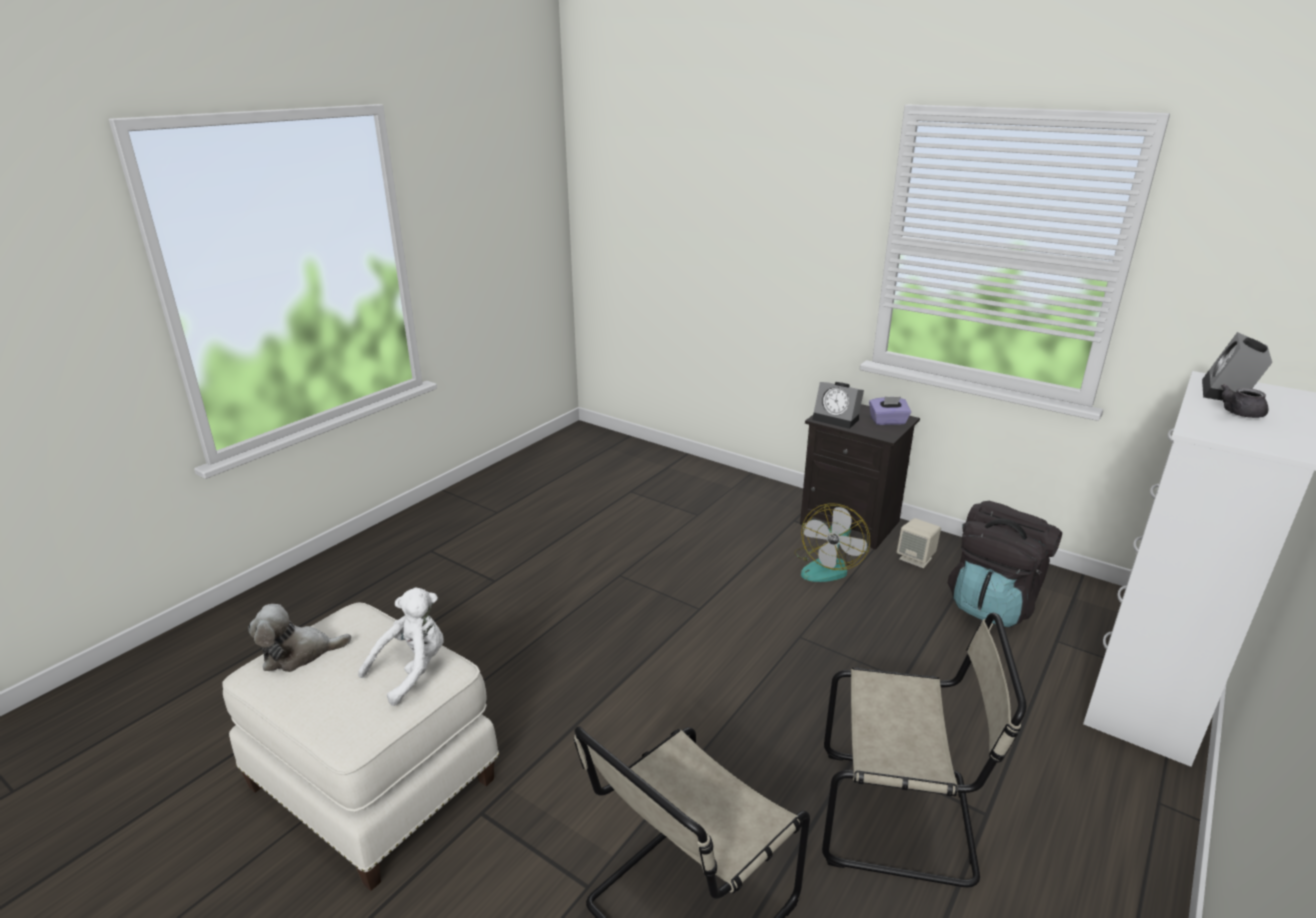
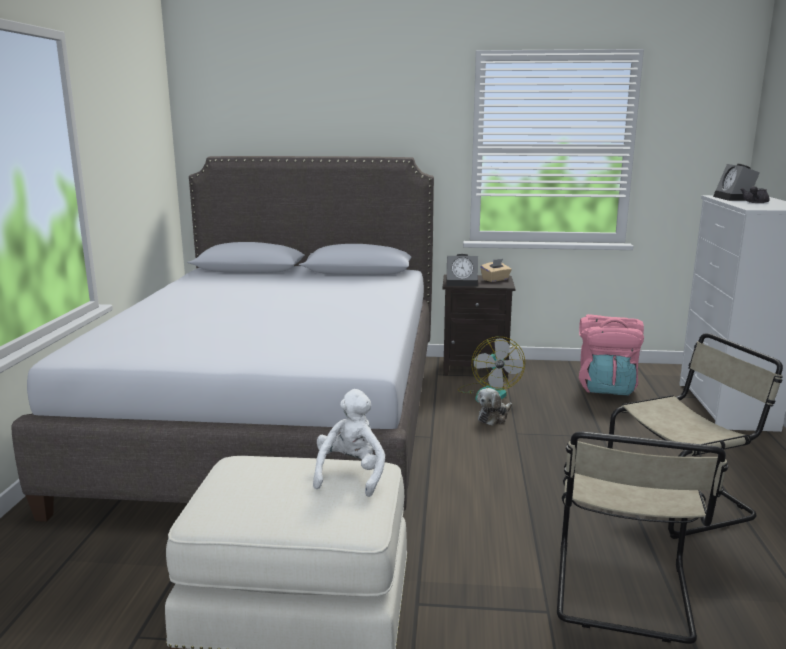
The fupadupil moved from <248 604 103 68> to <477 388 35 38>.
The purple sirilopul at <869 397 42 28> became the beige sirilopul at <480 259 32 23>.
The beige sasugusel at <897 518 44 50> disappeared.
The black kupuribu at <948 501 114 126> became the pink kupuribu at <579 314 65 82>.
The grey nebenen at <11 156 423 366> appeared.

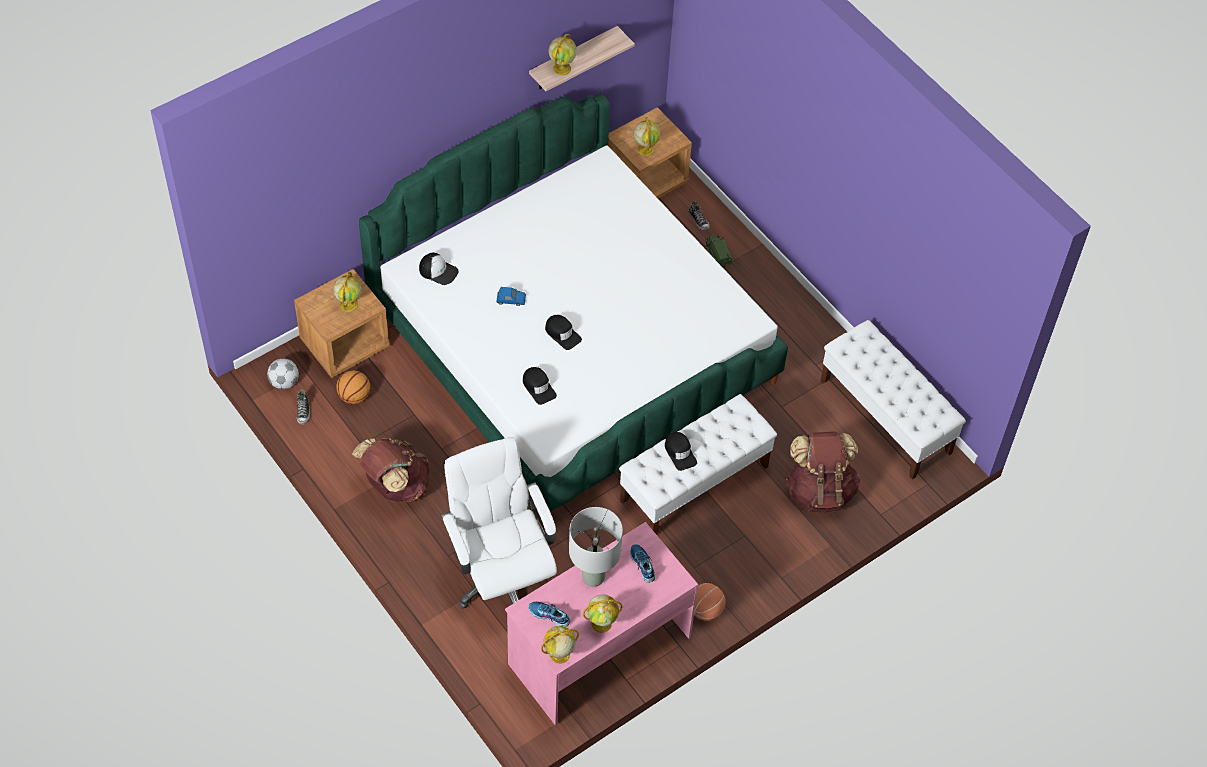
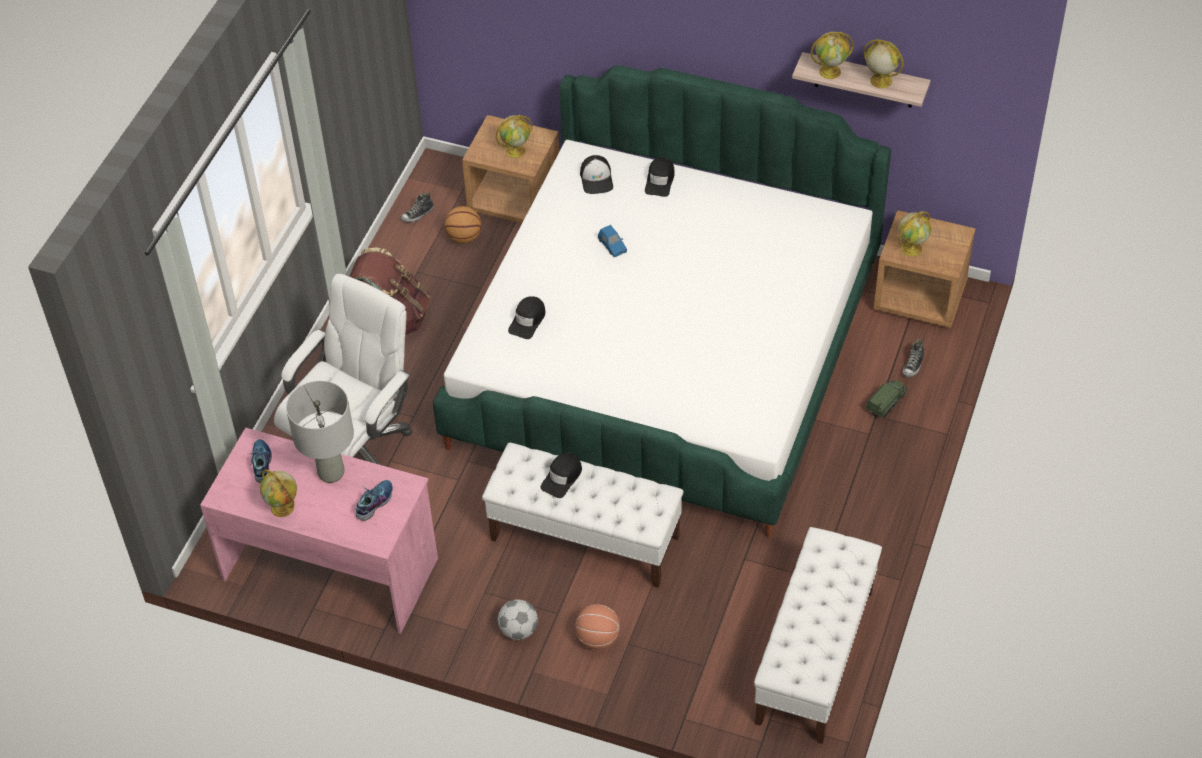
The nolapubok moved from <267 358 32 31> to <498 600 40 40>.
The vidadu moved from <541 626 38 38> to <864 39 40 49>.
The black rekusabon moved from <545 315 37 35> to <645 157 30 40>.
The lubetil moved from <694 583 32 38> to <575 604 45 46>.
The brown kupuribu at <786 431 74 82> disappeared.

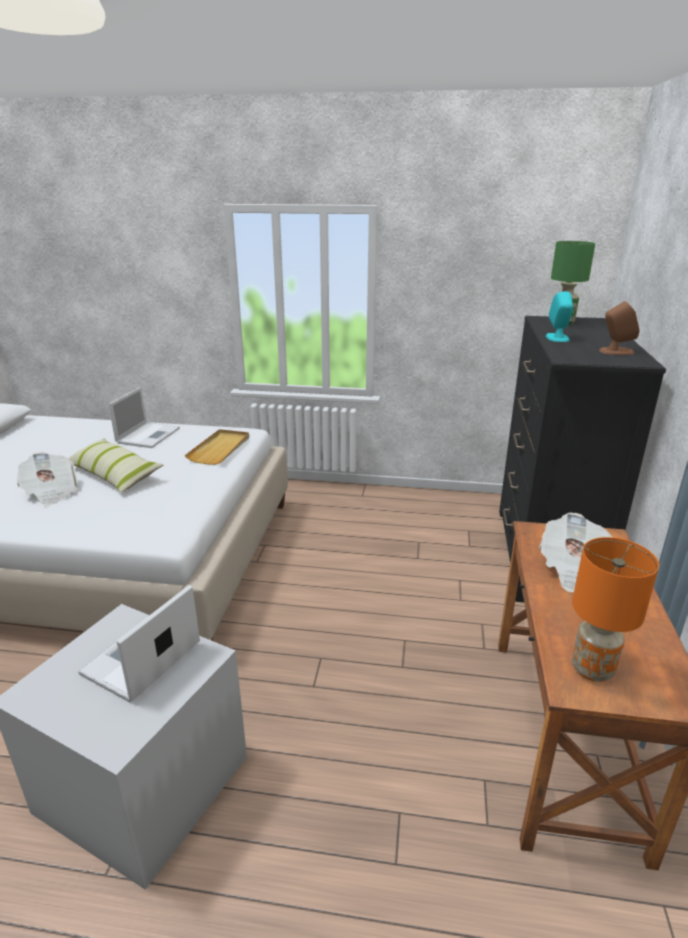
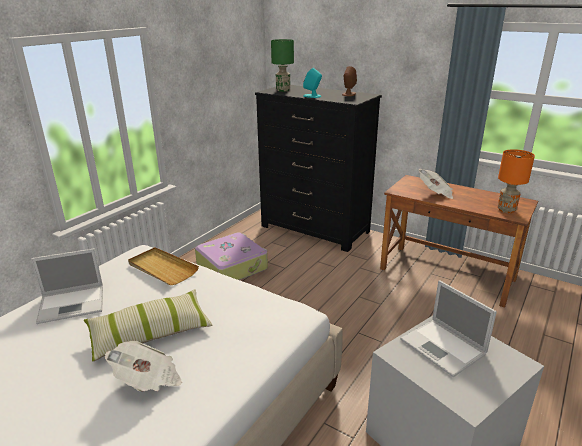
The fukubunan at <108 387 72 61> turned 120 degrees clockwise.
The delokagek at <195 233 73 47> appeared.

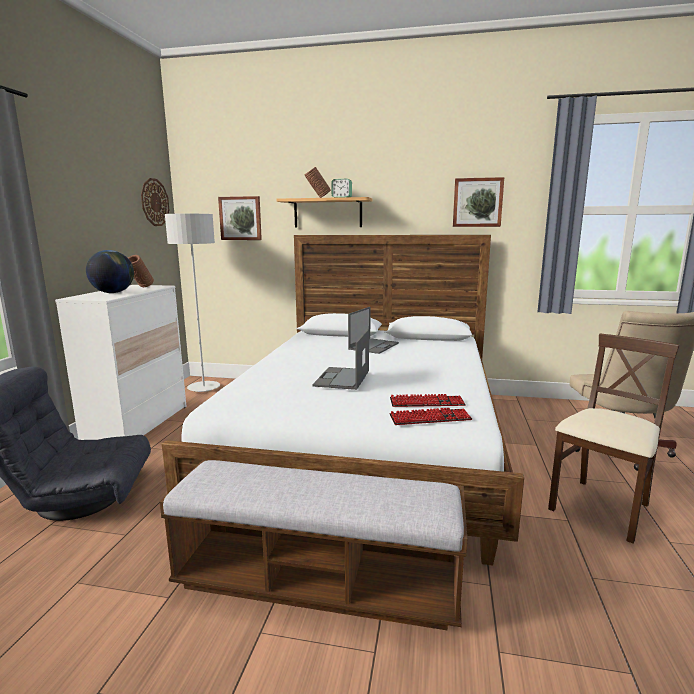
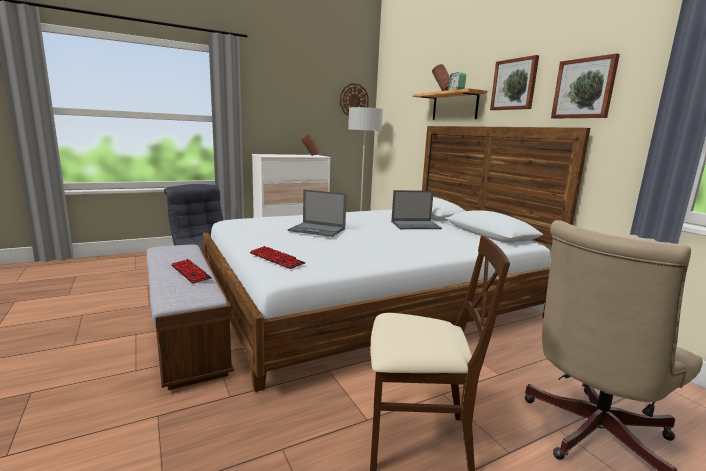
The vidadu at <86 250 48 43> disappeared.
The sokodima moved from <218 196 44 44> to <490 55 49 55>.
The fukubunan at <313 329 56 61> turned 135 degrees counterclockwise.
The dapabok moved from <390 394 76 13> to <171 259 41 25>.

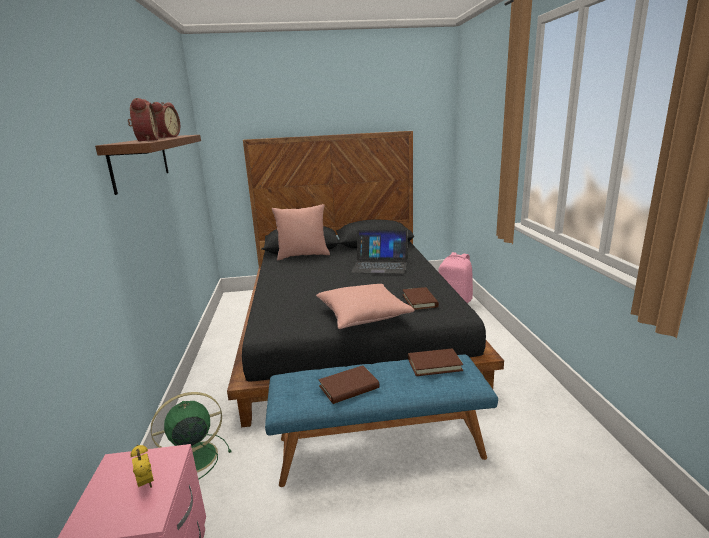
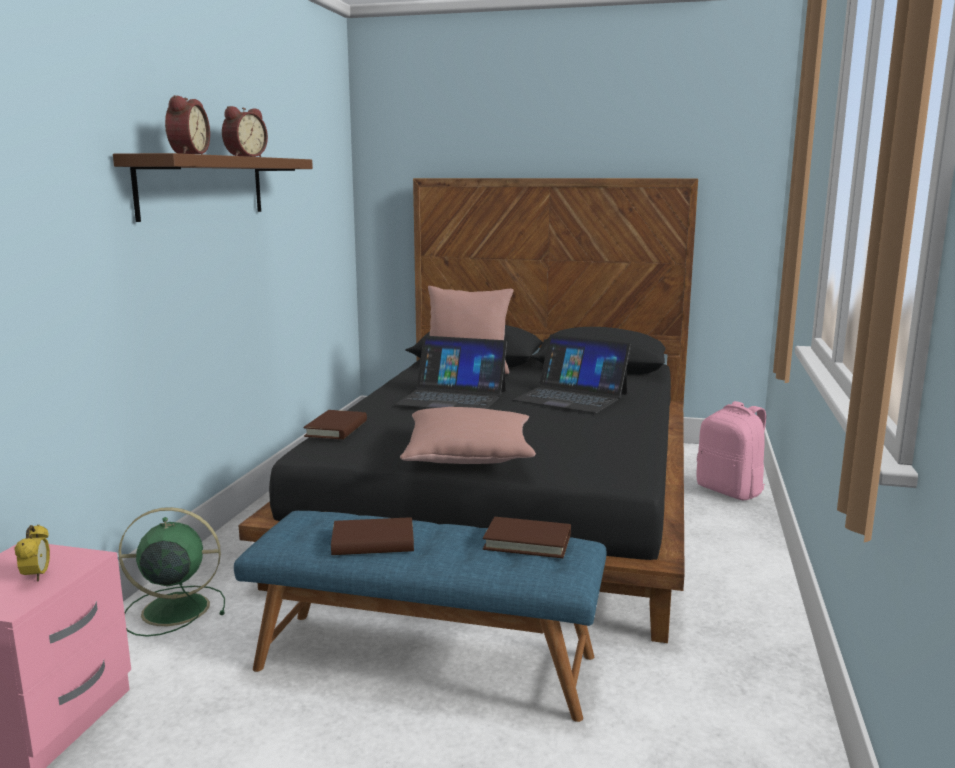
The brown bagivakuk moved from <402 287 37 23> to <303 410 64 29>.
The fukubunan at <395 336 112 73> appeared.

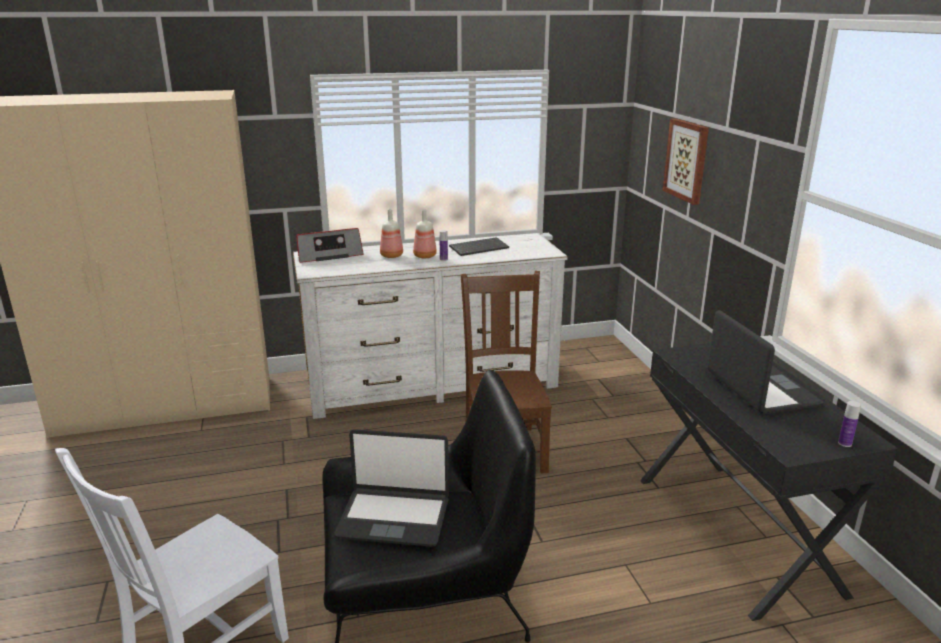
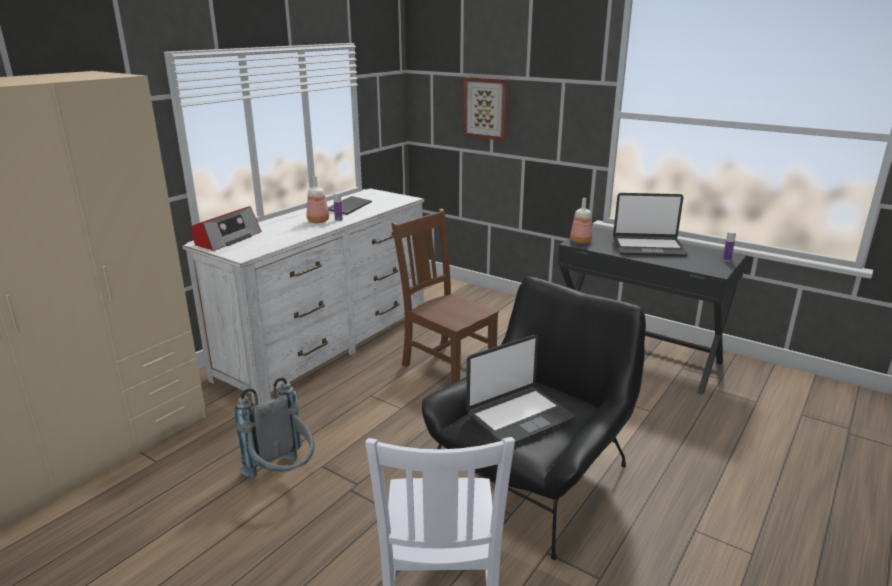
The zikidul moved from <380 209 23 49> to <570 198 22 46>.
The fukubunan at <707 310 116 105> turned 150 degrees clockwise.
The grey kupuribu at <235 378 80 99> appeared.

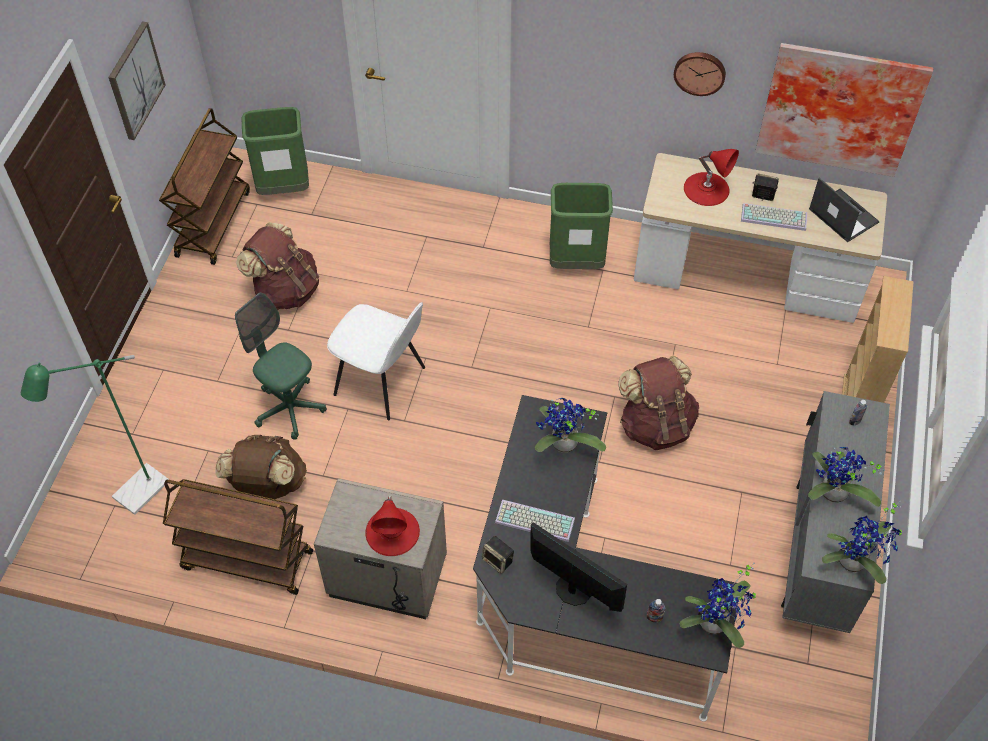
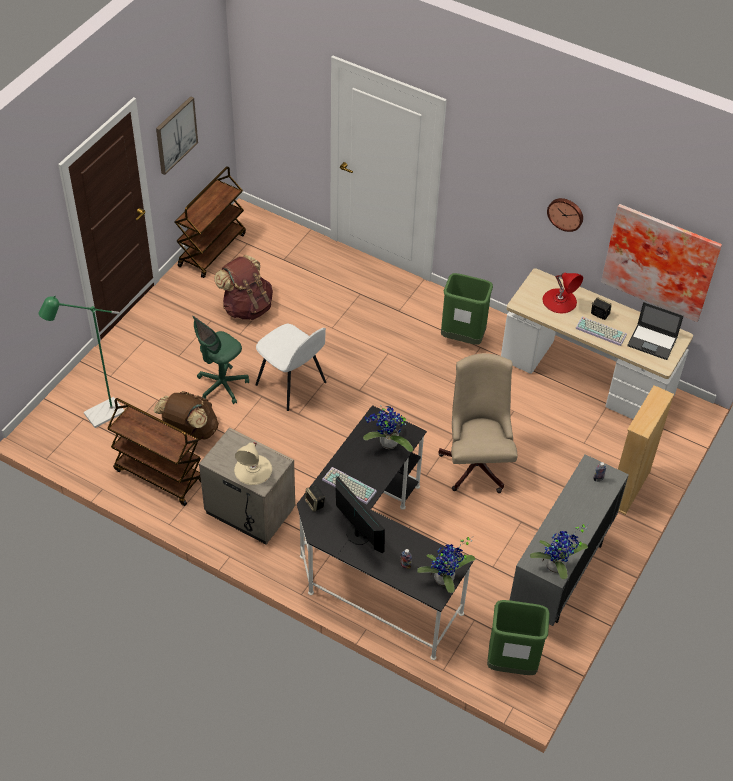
The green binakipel at <235 293 92 147> turned 105 degrees counterclockwise.
The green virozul moved from <241 107 68 88> to <487 600 63 75>.
The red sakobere at <365 496 55 60> became the beige sakobere at <234 442 38 43>.
The brown kupuribu at <618 356 81 94> was replaced by the beige binakipel at <438 353 80 140>.
The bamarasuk at <808 447 77 60> disappeared.
The fukubunan at <809 178 71 64> turned 135 degrees clockwise.

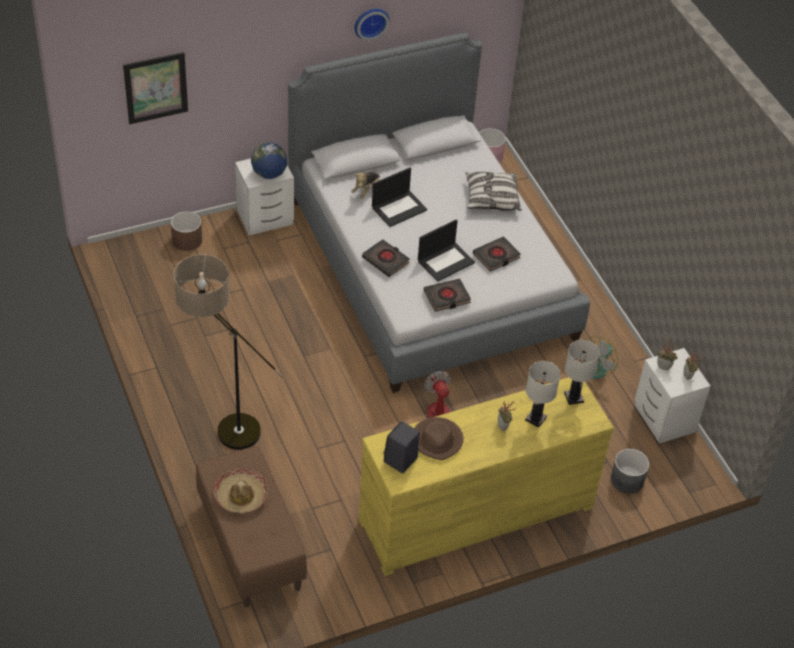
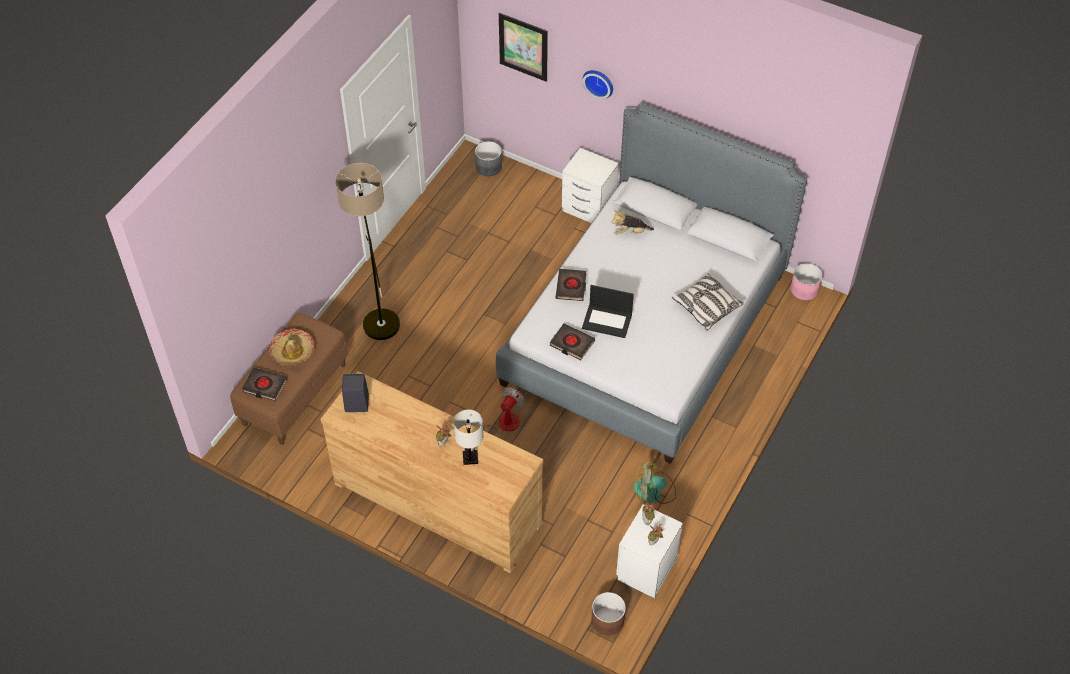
The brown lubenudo moved from <171 211 31 40> to <591 592 35 43>.
The vidadu at <251 142 36 37> disappeared.
The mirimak moved from <355 9 34 31> to <583 70 30 29>.
The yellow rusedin at <359 377 255 199> became the brown rusedin at <320 371 223 202>.
The fukubunan at <372 168 55 59> disappeared.
The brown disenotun at <414 417 49 43> disappeared.
The black bagivakuk moved from <473 236 48 36> to <242 367 45 34>.
The white sakobere at <564 340 35 65> disappeared.
The grey lubenudo moved from <611 449 38 44> to <475 141 27 35>.

